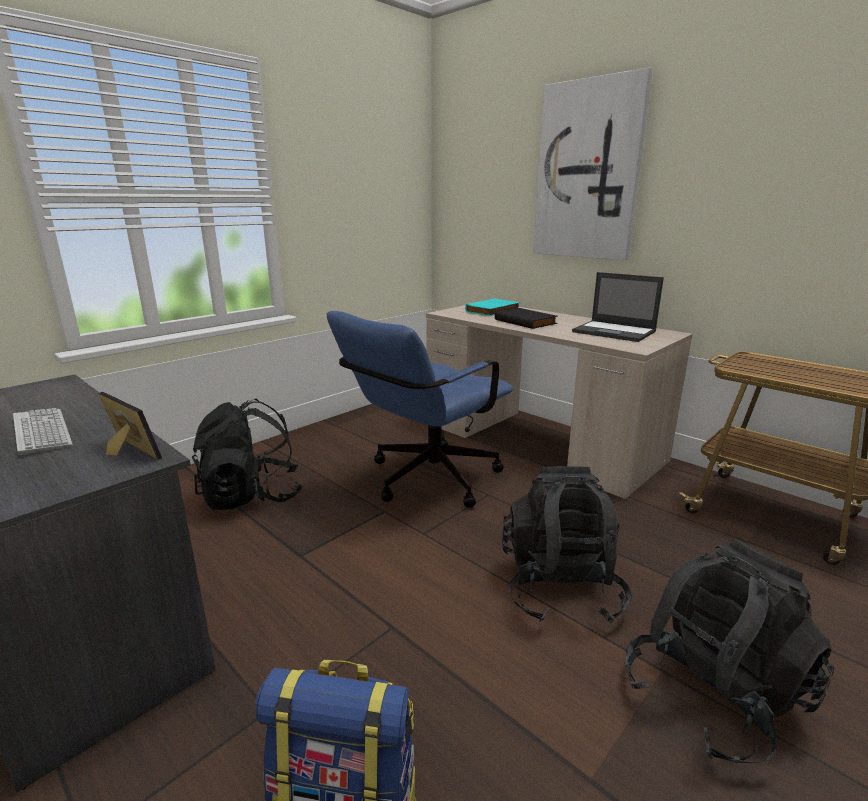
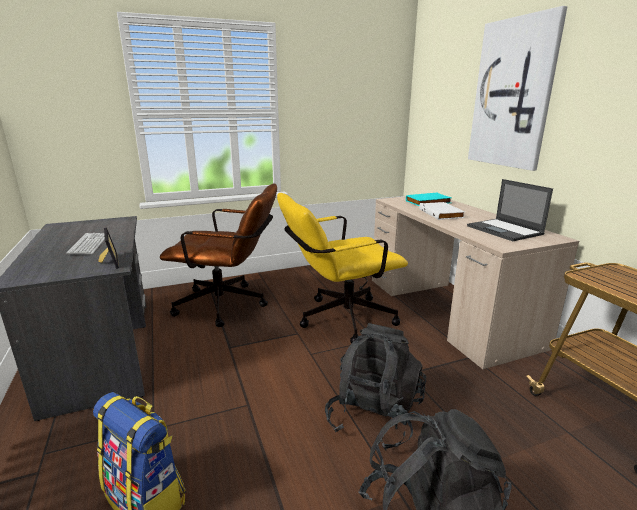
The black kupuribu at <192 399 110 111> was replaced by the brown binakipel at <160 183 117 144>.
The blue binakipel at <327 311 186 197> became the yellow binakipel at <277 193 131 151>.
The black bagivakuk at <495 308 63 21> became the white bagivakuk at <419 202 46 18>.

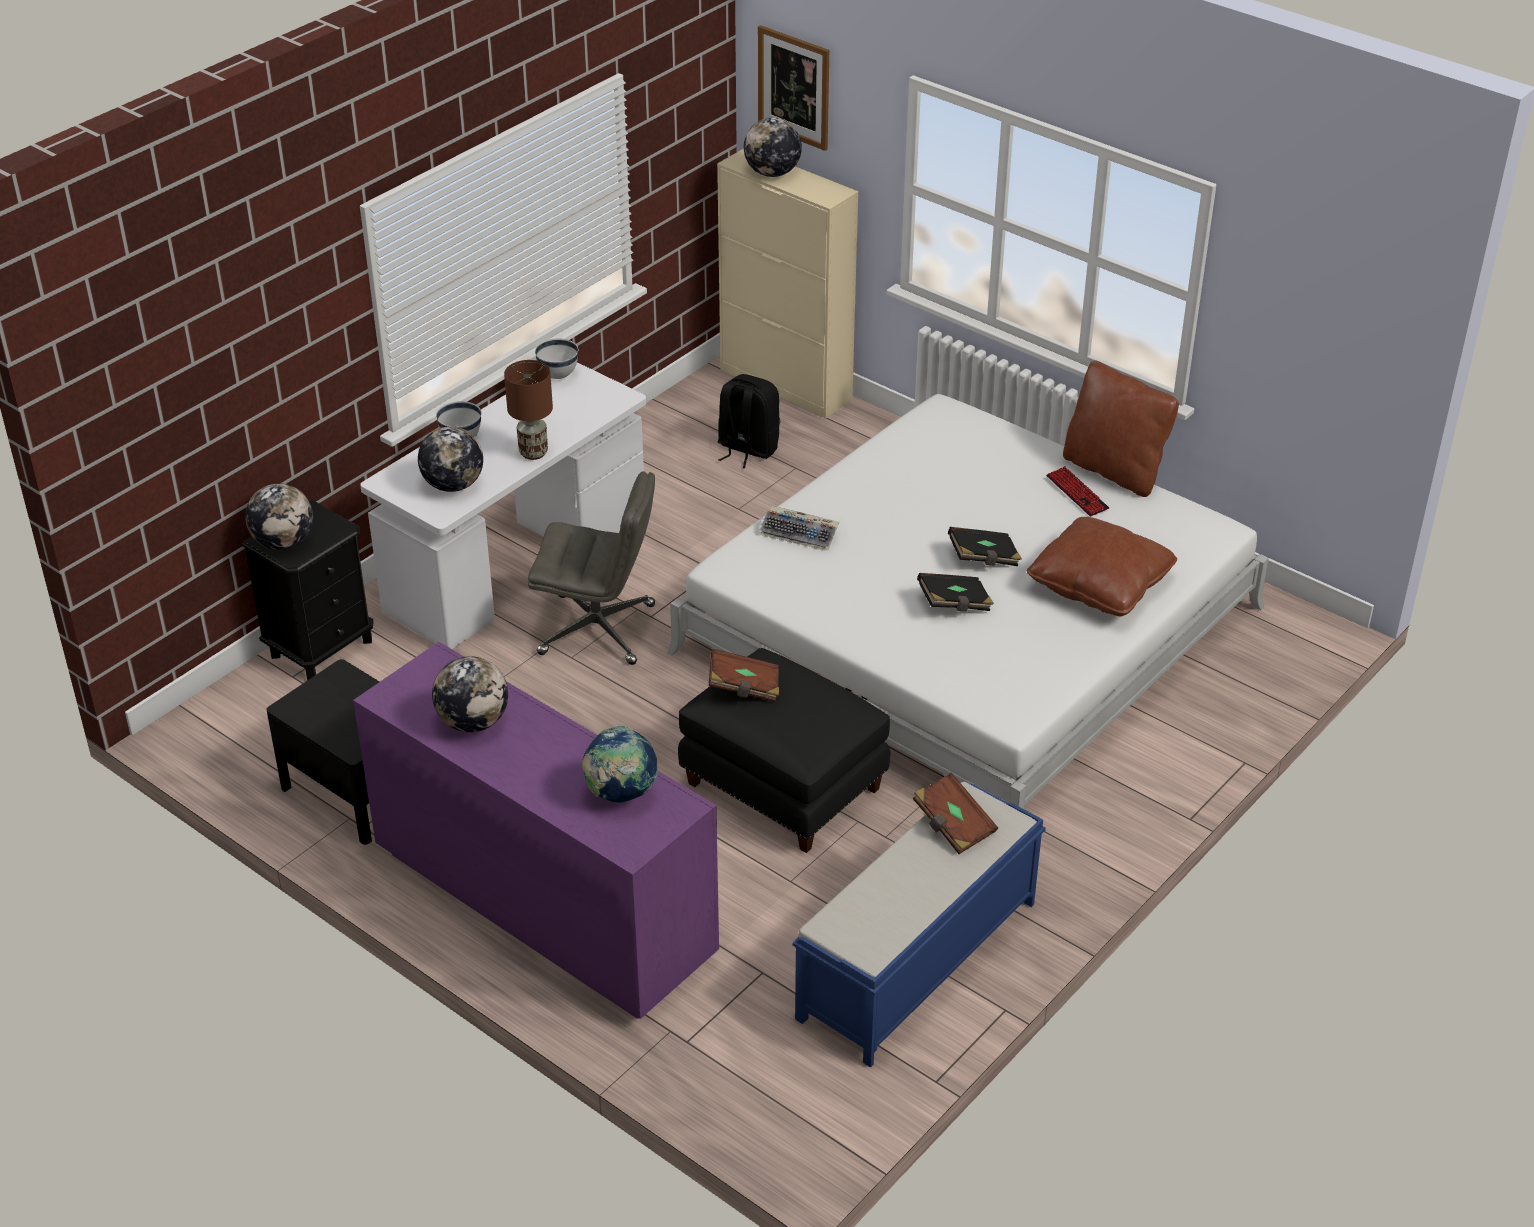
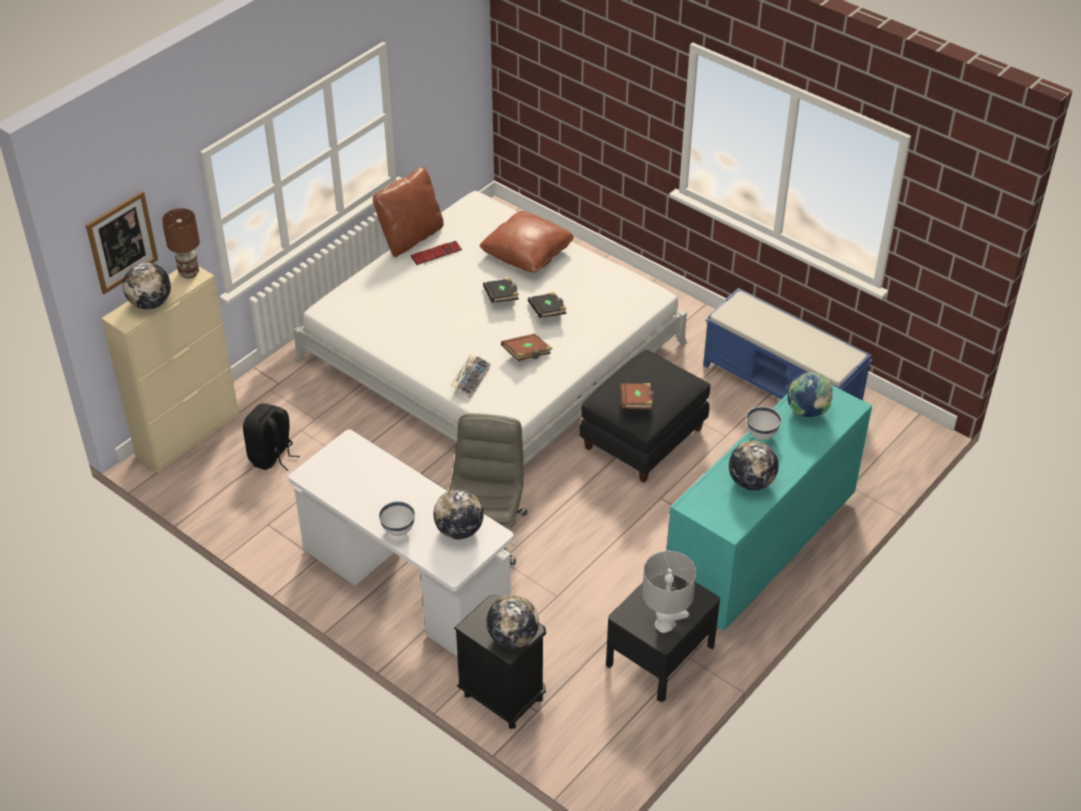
The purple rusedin at <353 642 366 377> became the turquoise rusedin at <666 385 206 246>.
The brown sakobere moved from <504 360 49 100> to <162 208 38 70>.
The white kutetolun moved from <535 338 43 41> to <747 406 34 34>.
The brown bagivakuk moved from <913 773 85 81> to <501 334 52 27>.
The grey sakobere at <642 551 54 82> appeared.

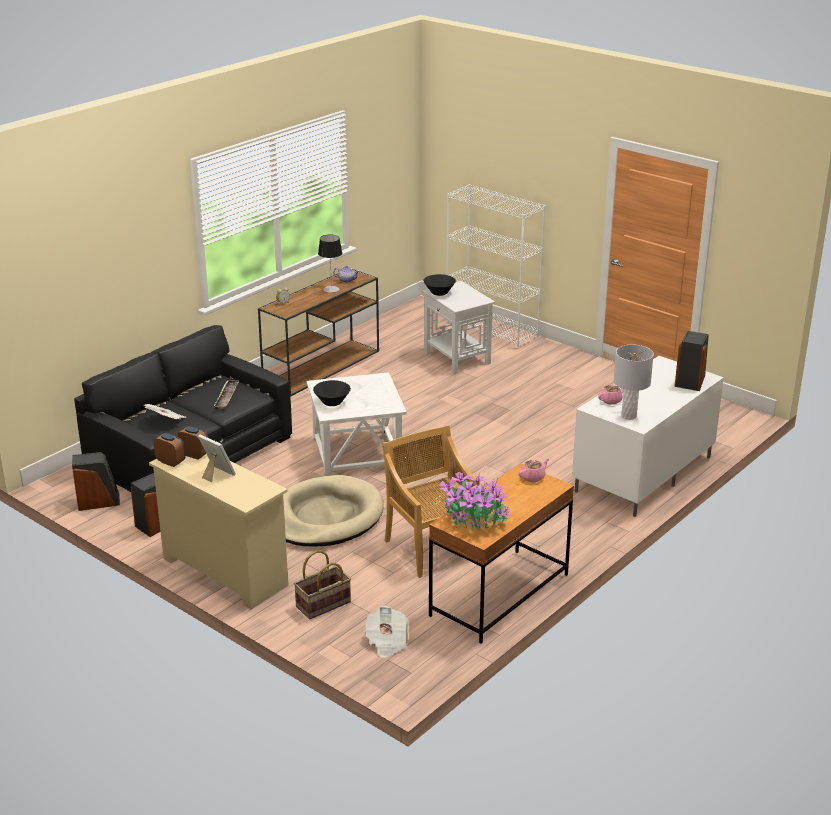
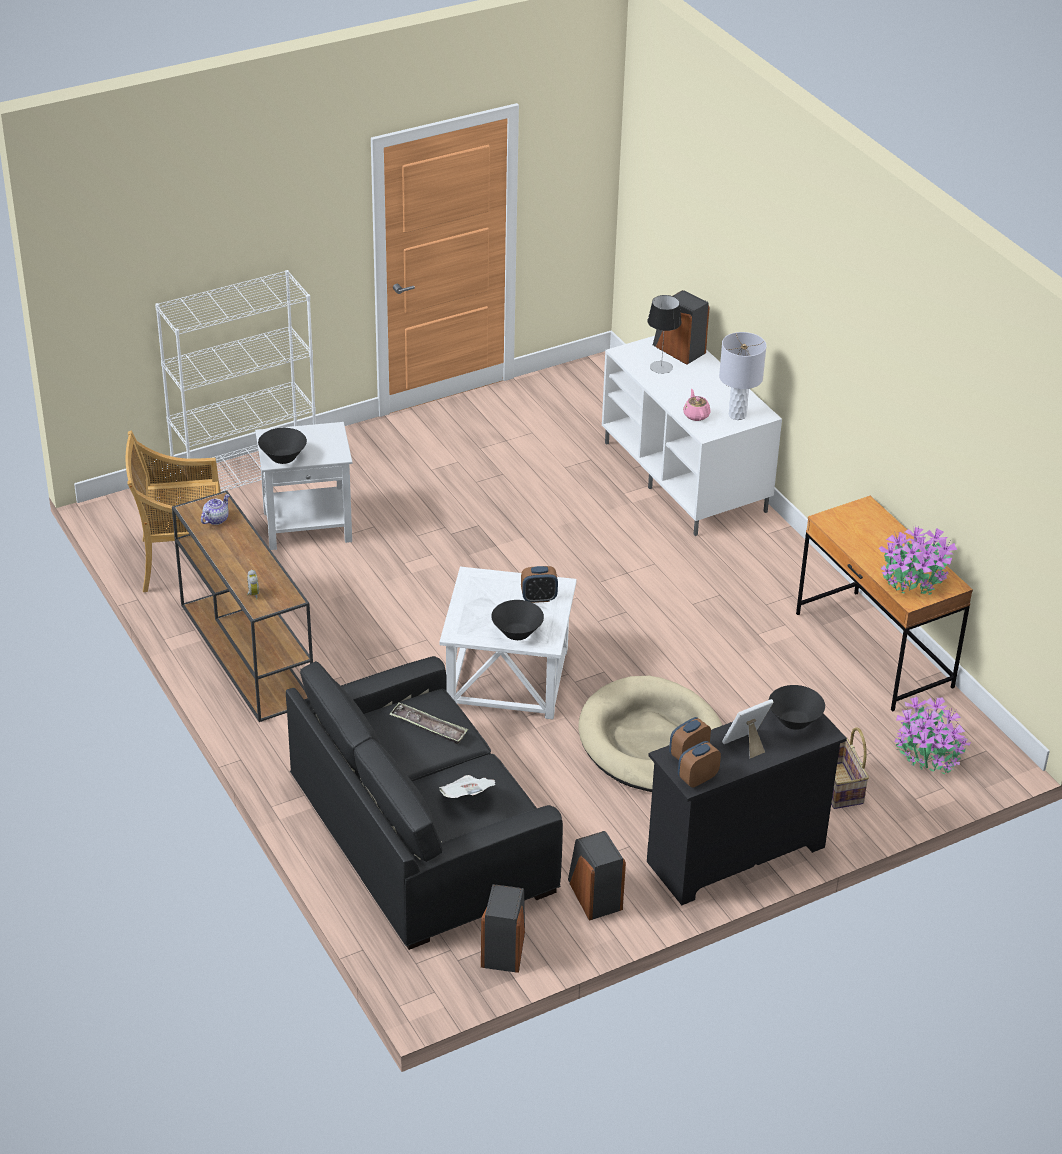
The beige rusedin at <149 454 140 156> became the black rusedin at <647 709 200 196>.
The sakobere moved from <318 235 24 58> to <648 295 34 79>.
The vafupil at <364 606 45 52> was replaced by the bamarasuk at <894 697 77 77>.
The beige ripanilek moved from <382 425 102 153> to <126 431 95 161>.
The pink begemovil at <518 458 32 24> disappeared.
The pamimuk at <521 566 37 37> appeared.
The black kutetolun at <769 685 56 45> appeared.

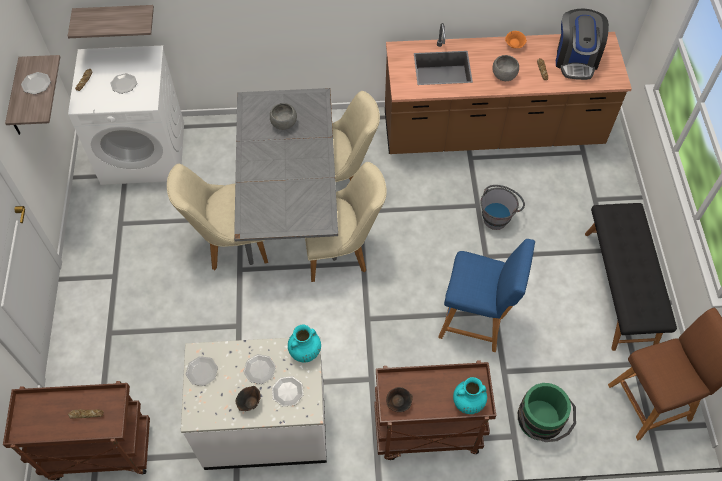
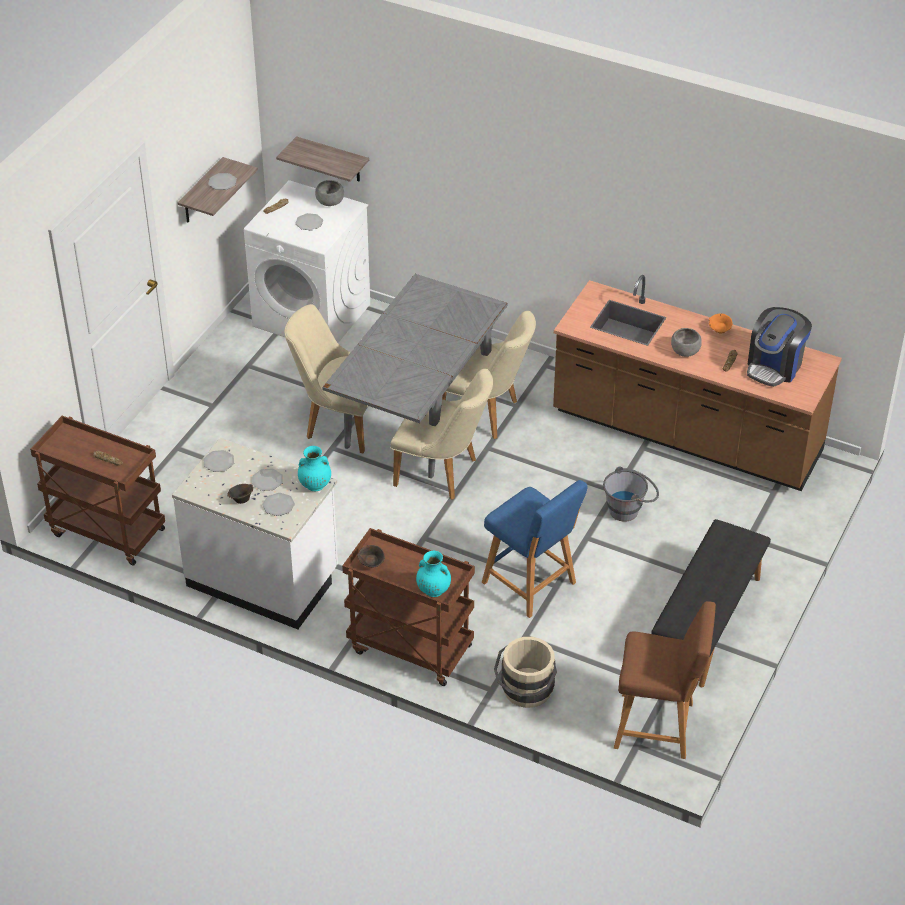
The grey kutetolun moved from <270 103 27 27> to <315 180 29 26>.
The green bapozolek at <518 383 58 59> became the beige bapozolek at <494 637 63 71>.

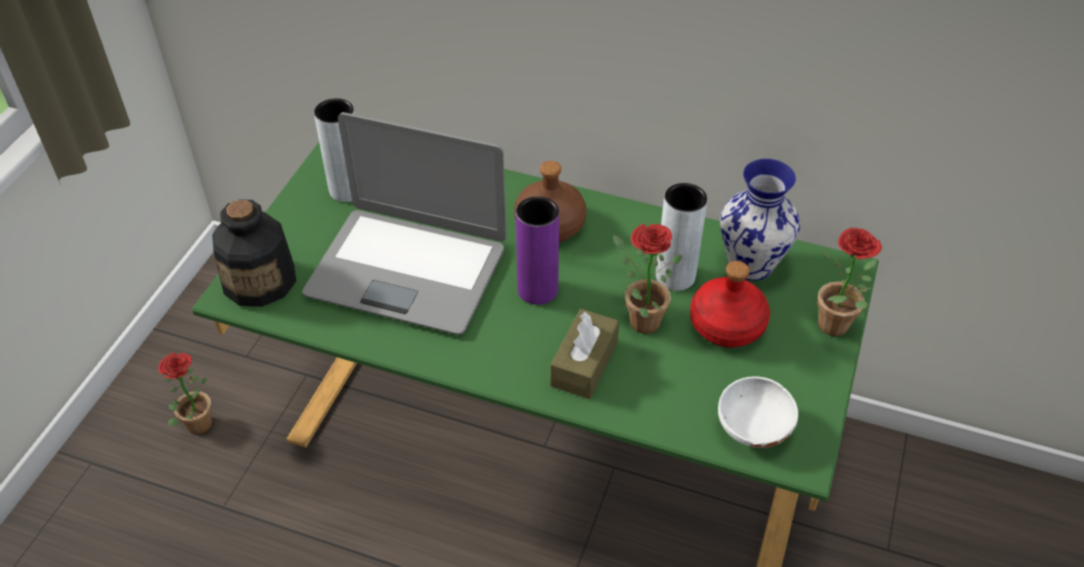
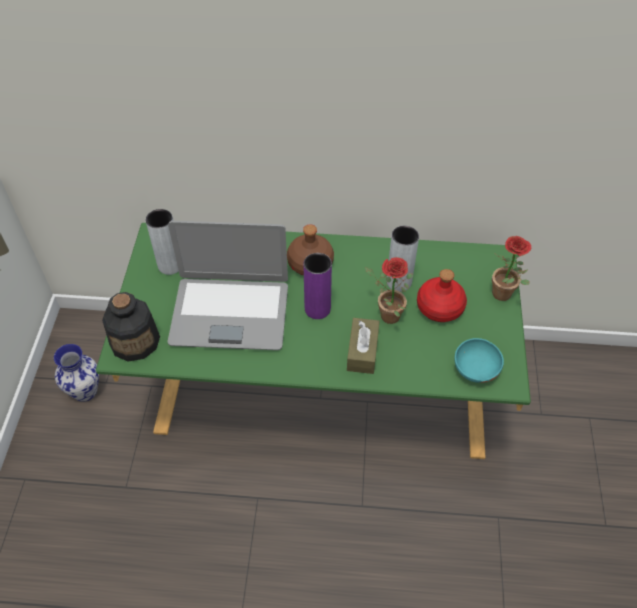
The bamarasuk at <158 352 54 82> disappeared.
The white kutetolun at <718 376 80 72> became the turquoise kutetolun at <454 338 50 45>.
The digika moved from <720 159 80 122> to <54 344 45 58>.

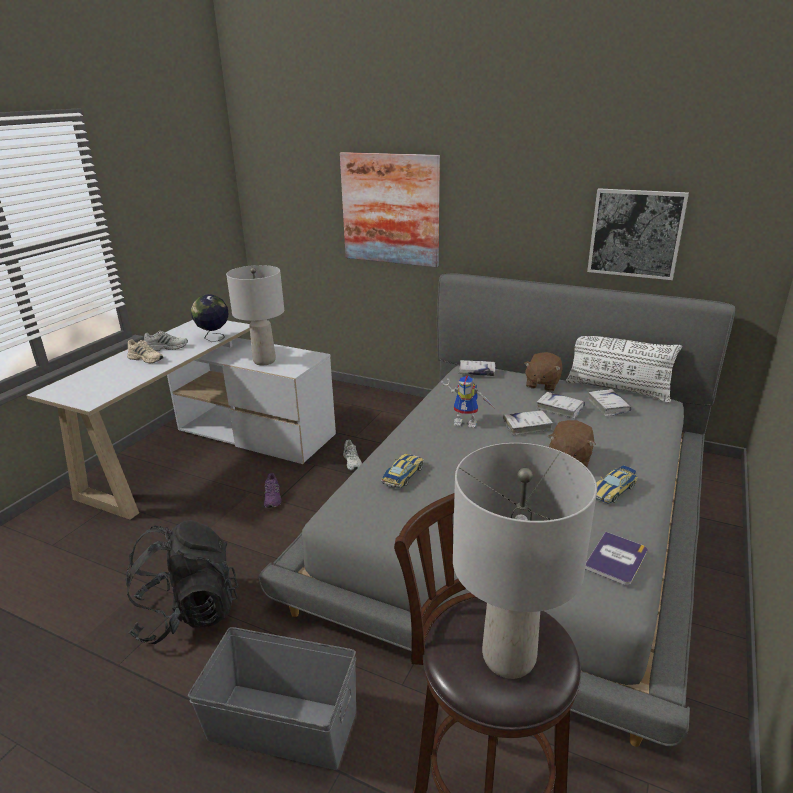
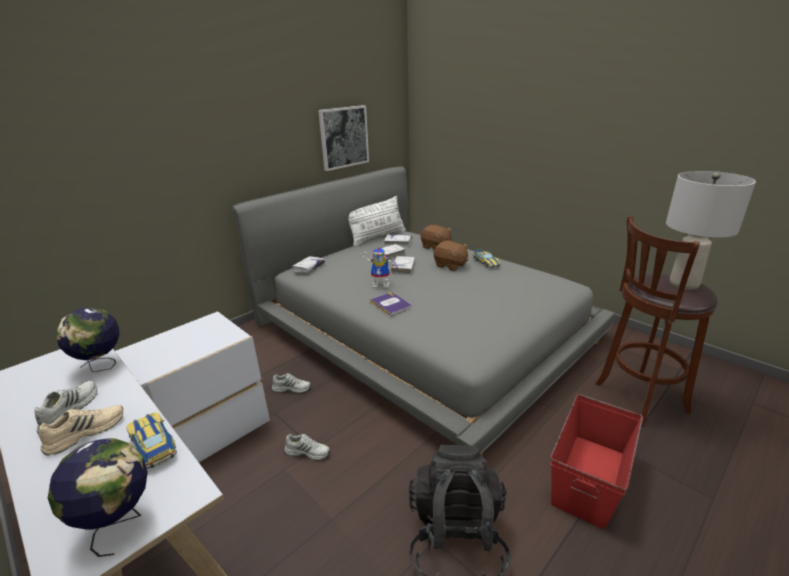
The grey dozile at <188 627 168 143> became the red dozile at <550 394 93 135>.
The grey sakobere at <226 265 58 100> disappeared.
The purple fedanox at <264 473 18 35> became the white fedanox at <284 434 46 26>.
The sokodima at <340 152 100 115> disappeared.
The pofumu moved from <381 454 43 34> to <126 412 51 57>.
The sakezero at <441 376 52 52> turned 60 degrees clockwise.
The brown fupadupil moved from <524 352 39 39> to <421 225 30 25>.
The bagivakuk moved from <585 532 62 53> to <370 292 41 24>.
The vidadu at <48 438 100 119> appeared.

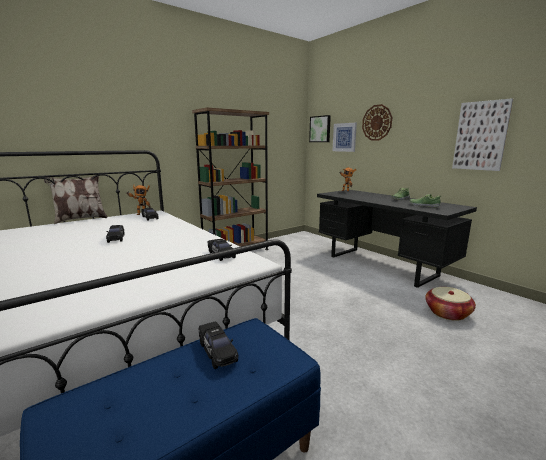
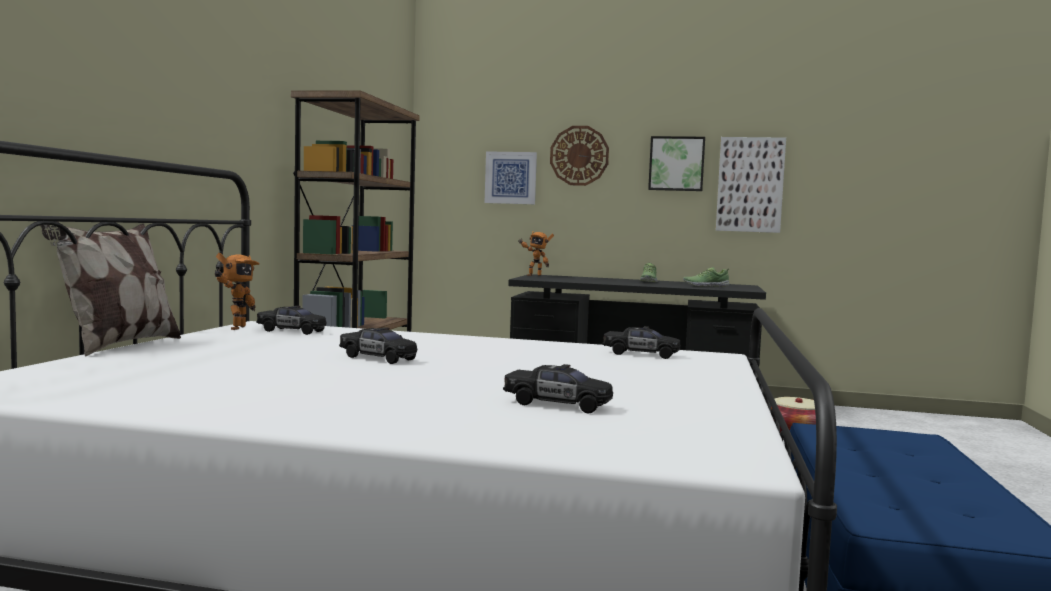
The black pofumu moved from <199 321 39 48> to <503 364 110 49>.
The sokodima moved from <309 115 22 27> to <648 136 57 55>.

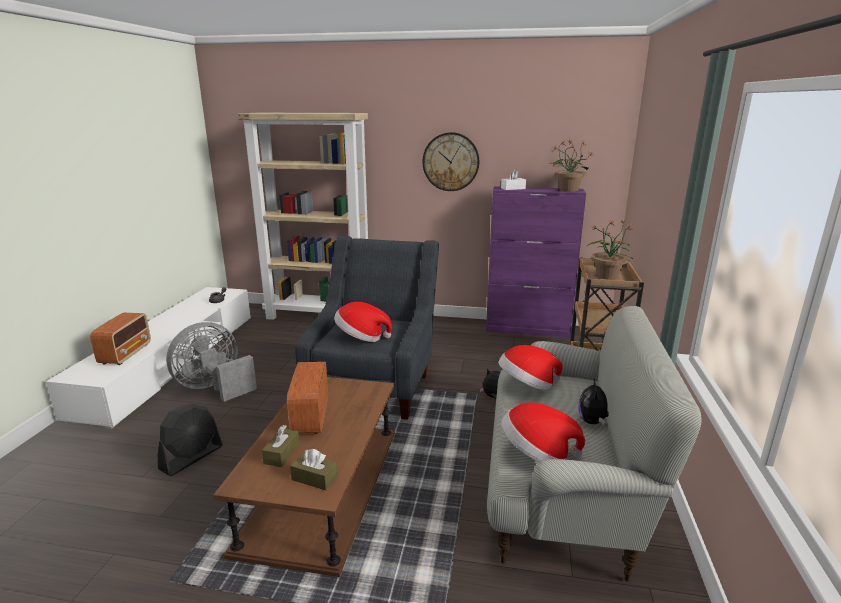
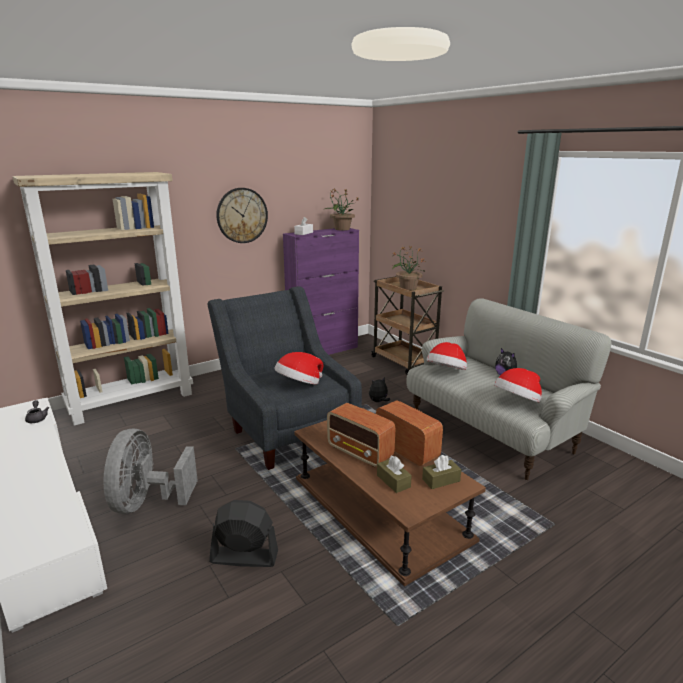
The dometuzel moved from <90 313 61 52> to <376 400 67 66>.
The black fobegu at <158 404 65 72> turned 75 degrees counterclockwise.

